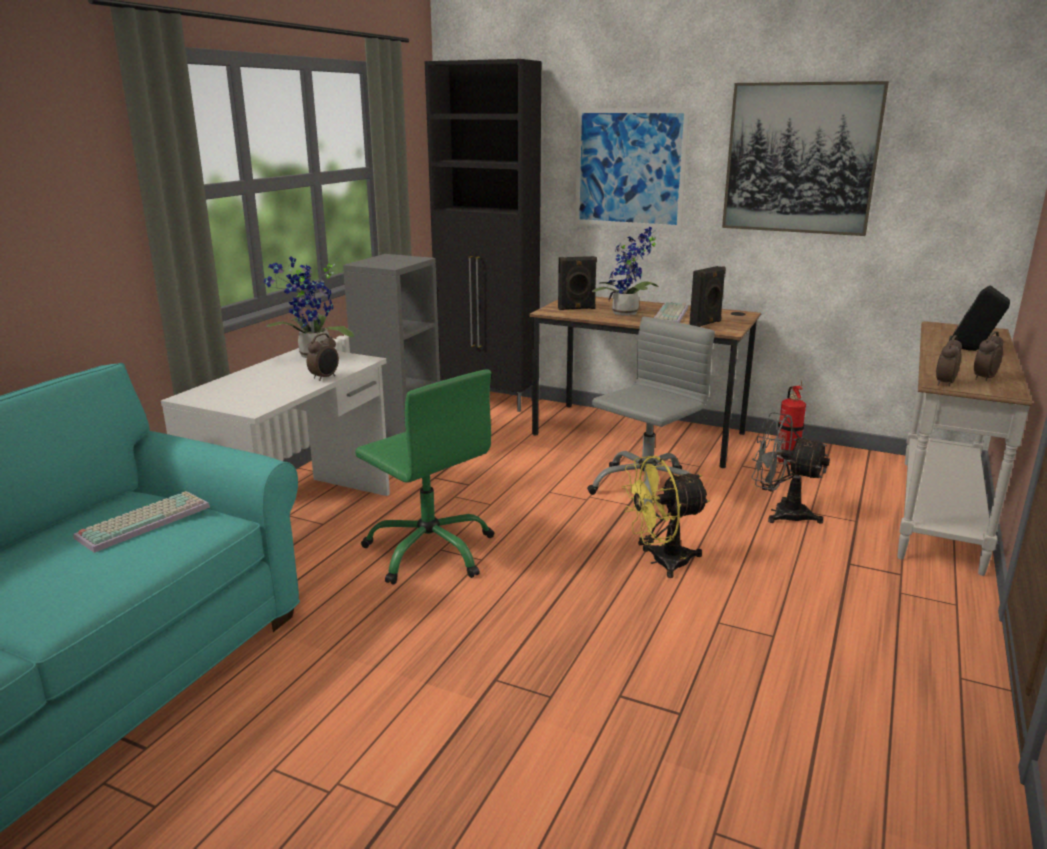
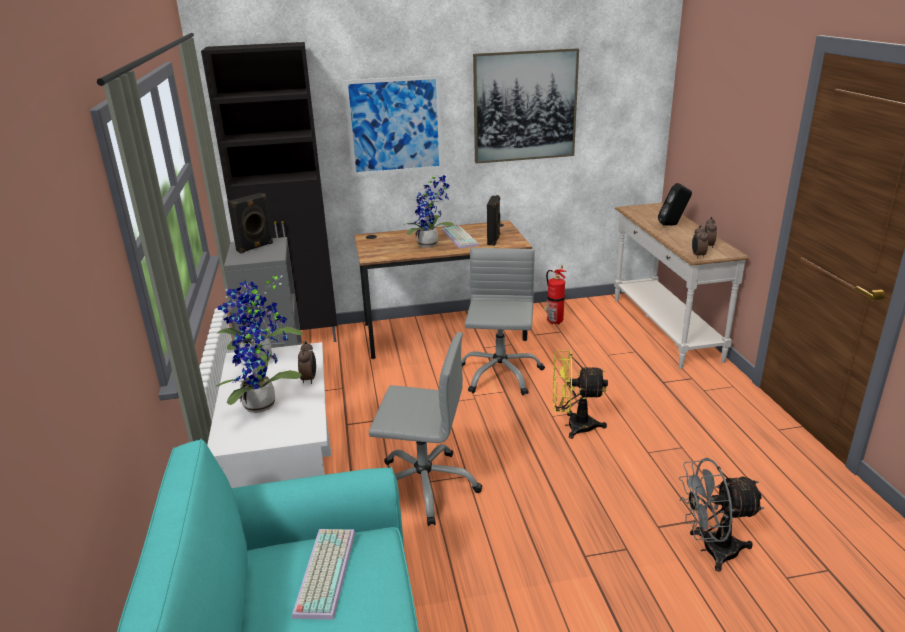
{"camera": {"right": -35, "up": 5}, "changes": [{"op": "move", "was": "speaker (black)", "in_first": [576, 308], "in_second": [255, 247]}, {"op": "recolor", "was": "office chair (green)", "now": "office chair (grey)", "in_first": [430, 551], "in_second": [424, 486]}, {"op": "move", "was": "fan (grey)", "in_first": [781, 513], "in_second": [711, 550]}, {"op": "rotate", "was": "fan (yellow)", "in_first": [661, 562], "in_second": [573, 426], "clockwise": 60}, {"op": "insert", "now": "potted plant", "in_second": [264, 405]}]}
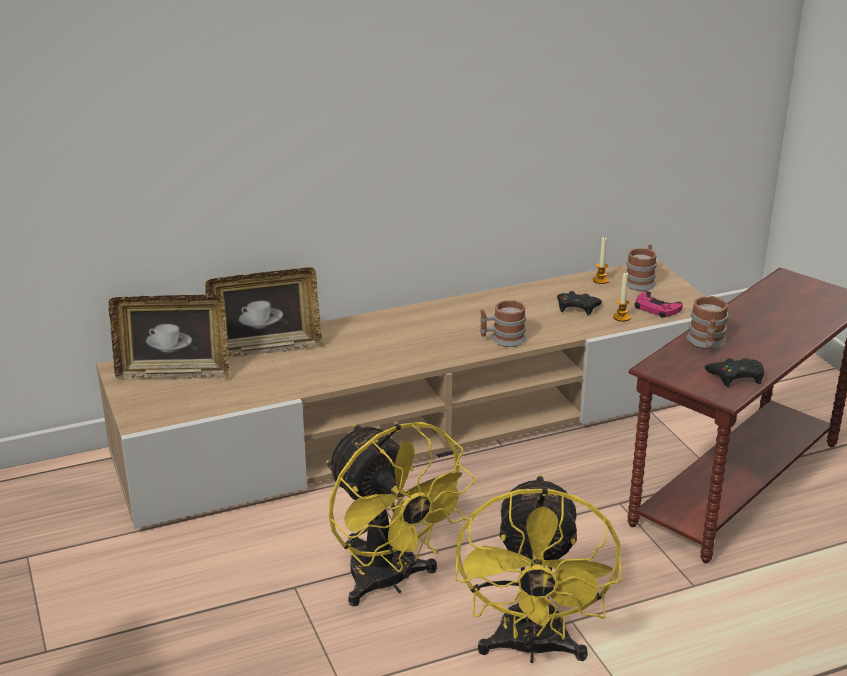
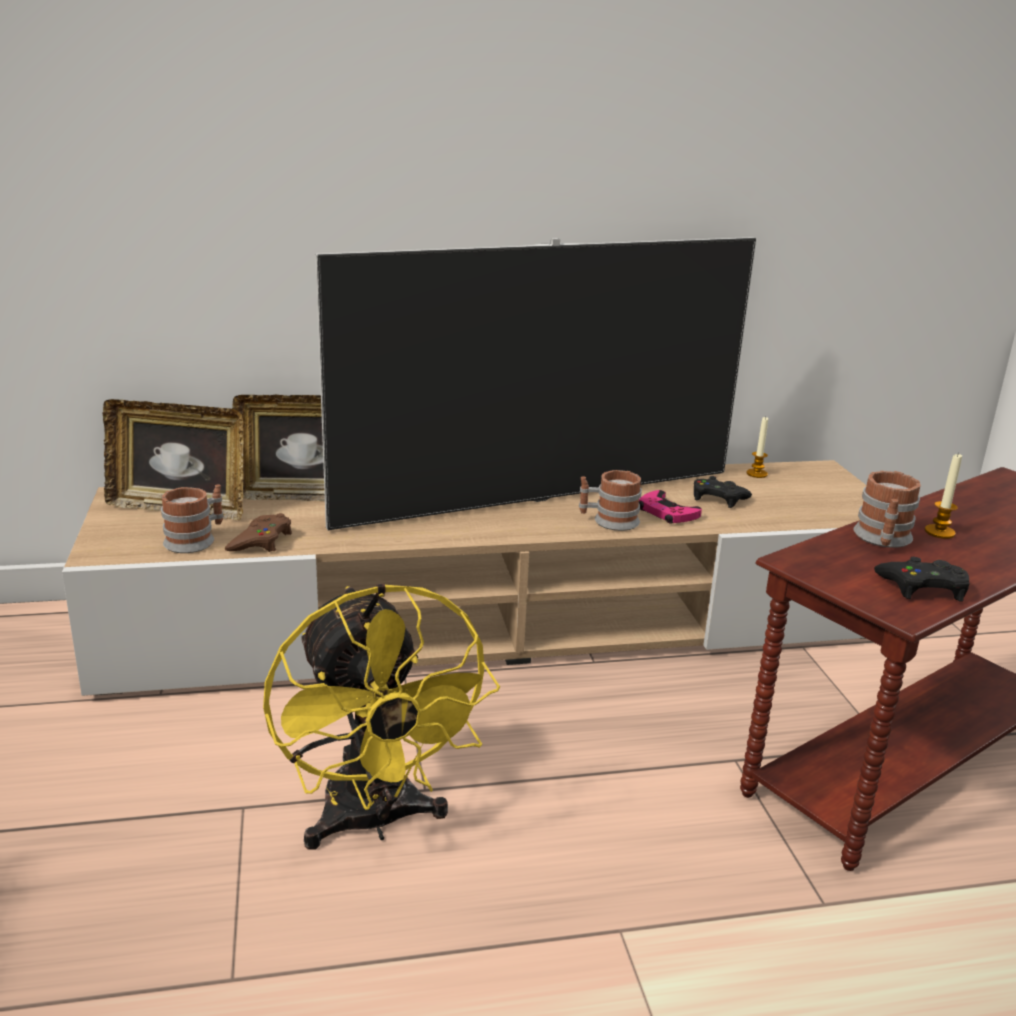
{"camera": {"right": 10, "up": -5}, "changes": [{"op": "move", "was": "mug", "in_first": [641, 281], "in_second": [196, 540]}, {"op": "move", "was": "candle", "in_first": [621, 317], "in_second": [939, 532]}, {"op": "move", "was": "game controller (pink)", "in_first": [656, 308], "in_second": [666, 513]}, {"op": "delete", "was": "fan (yellow)", "in_first": [532, 648]}, {"op": "insert", "now": "television", "in_second": [539, 499]}, {"op": "insert", "now": "game controller (brown)", "in_second": [261, 541]}]}
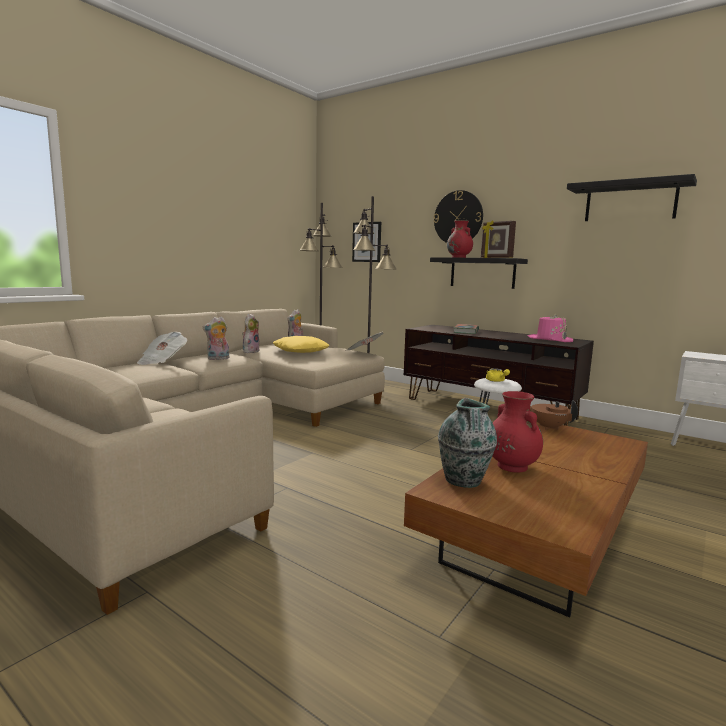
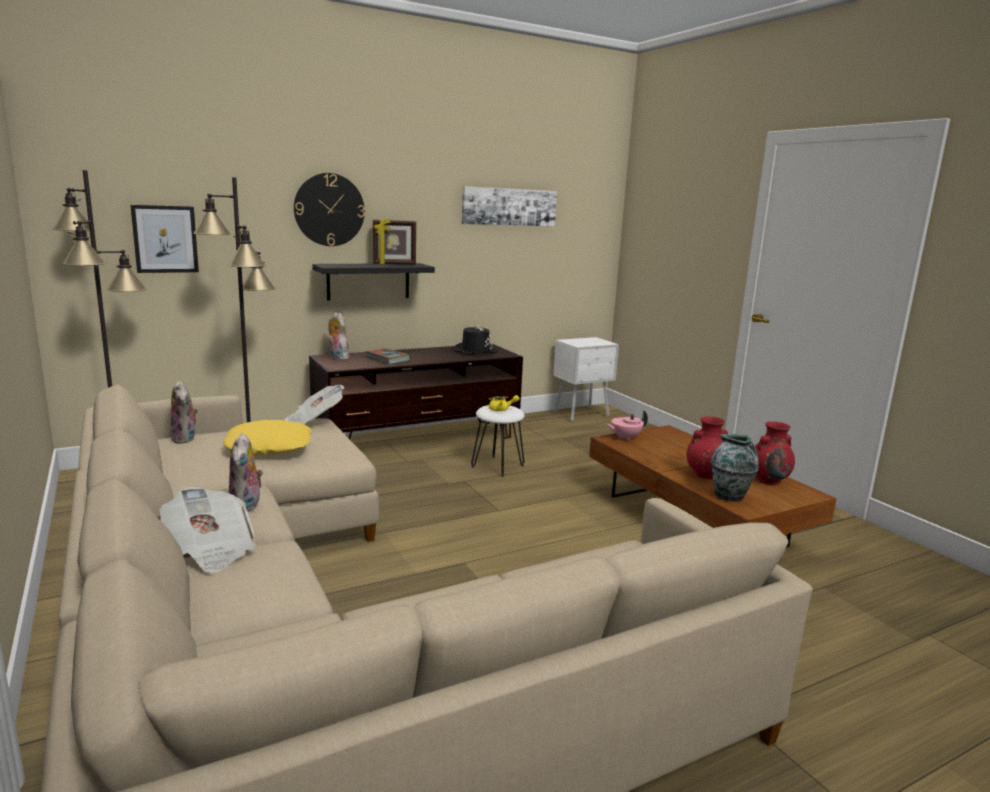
{"camera": {"right": -65, "up": 5}, "changes": [{"op": "replace", "was": "shelf (black)", "now": "picture", "in_first": [630, 202], "in_second": [509, 207]}, {"op": "move", "was": "vase (red)", "in_first": [459, 257], "in_second": [769, 480]}, {"op": "move", "was": "plush toy", "in_first": [250, 351], "in_second": [337, 357]}, {"op": "recolor", "was": "hat (pink)", "now": "hat (black)", "in_first": [550, 339], "in_second": [475, 351]}, {"op": "recolor", "was": "teapot (brown)", "now": "teapot (pink)", "in_first": [548, 427], "in_second": [625, 438]}]}
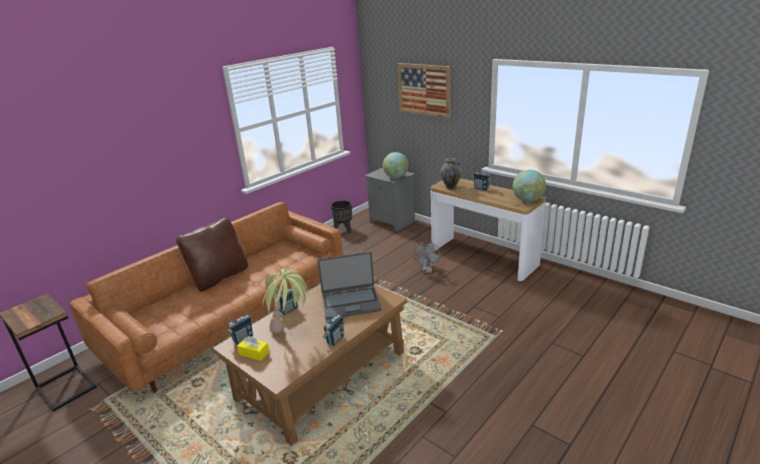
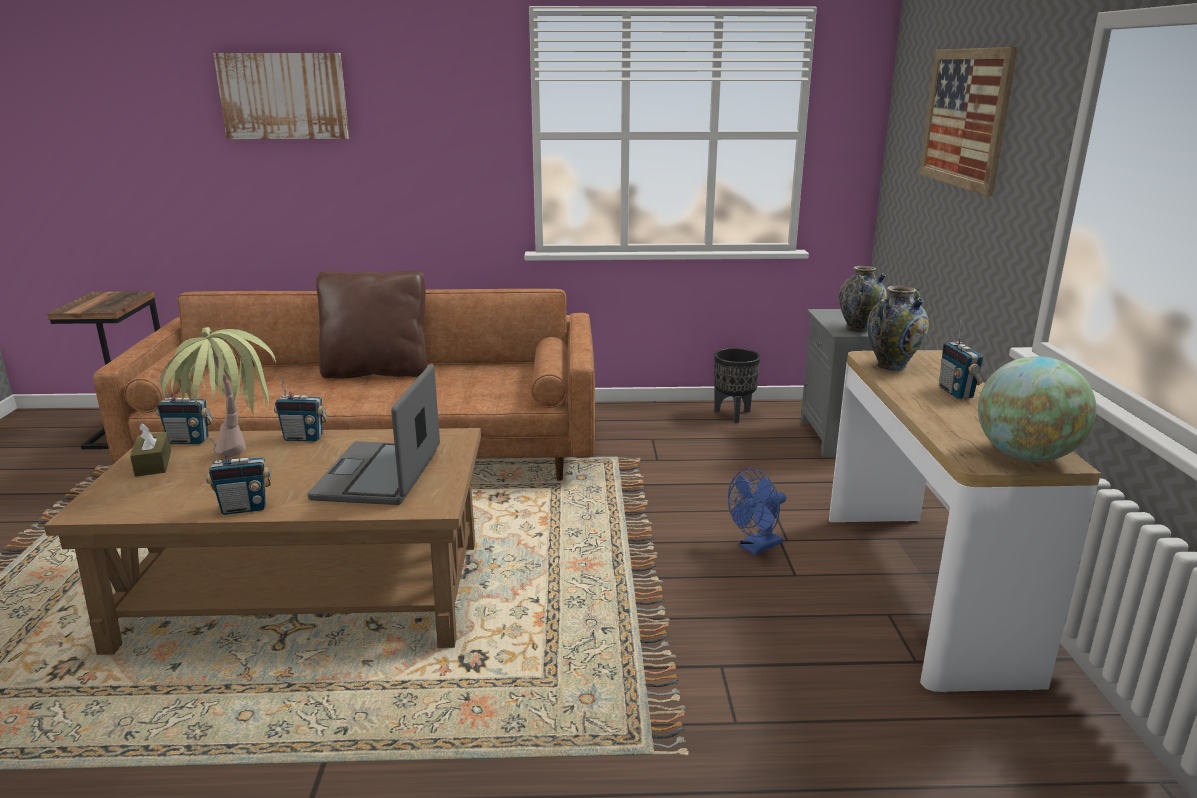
{"camera": {"right": 45, "up": -5}, "changes": [{"op": "replace", "was": "globe", "now": "vase", "in_first": [396, 177], "in_second": [858, 329]}, {"op": "recolor", "was": "fan (grey)", "now": "fan (blue)", "in_first": [427, 270], "in_second": [756, 547]}, {"op": "rotate", "was": "laptop", "in_first": [351, 303], "in_second": [380, 475], "clockwise": 60}, {"op": "recolor", "was": "tissue box (yellow)", "now": "tissue box (brown)", "in_first": [254, 353], "in_second": [153, 464]}, {"op": "insert", "now": "picture", "in_second": [284, 96]}]}
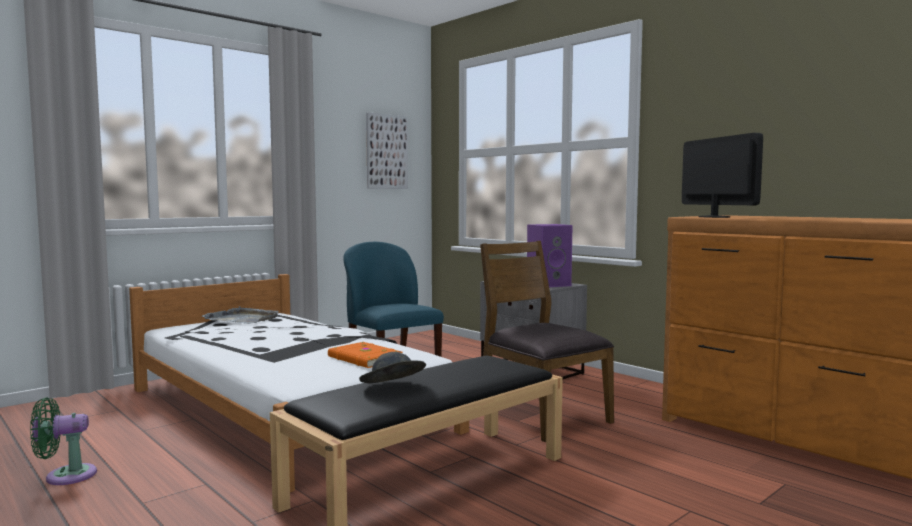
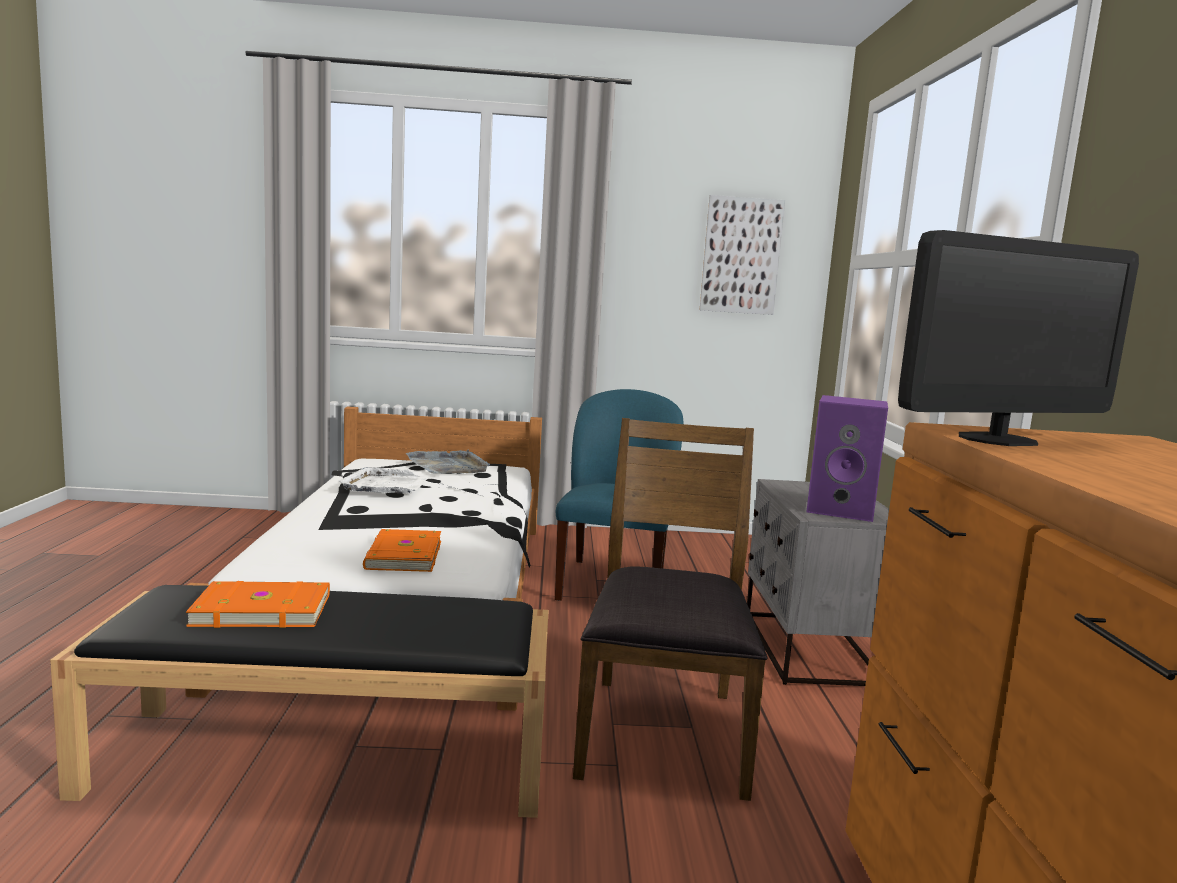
{"camera": {"right": 40, "up": 5}, "changes": [{"op": "rotate", "was": "monitor", "in_first": [714, 217], "in_second": [997, 439], "clockwise": 45}, {"op": "replace", "was": "hat (grey)", "now": "book (orange)", "in_first": [392, 389], "in_second": [261, 609]}, {"op": "delete", "was": "fan (green)", "in_first": [65, 476]}, {"op": "insert", "now": "tray (white)", "in_second": [386, 485]}]}
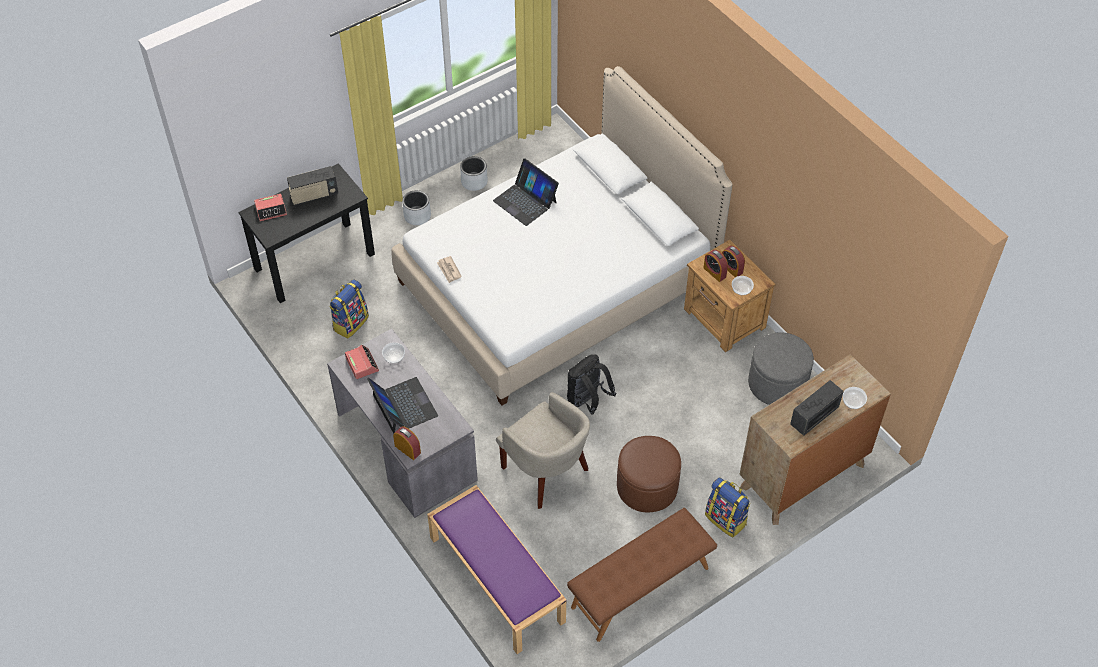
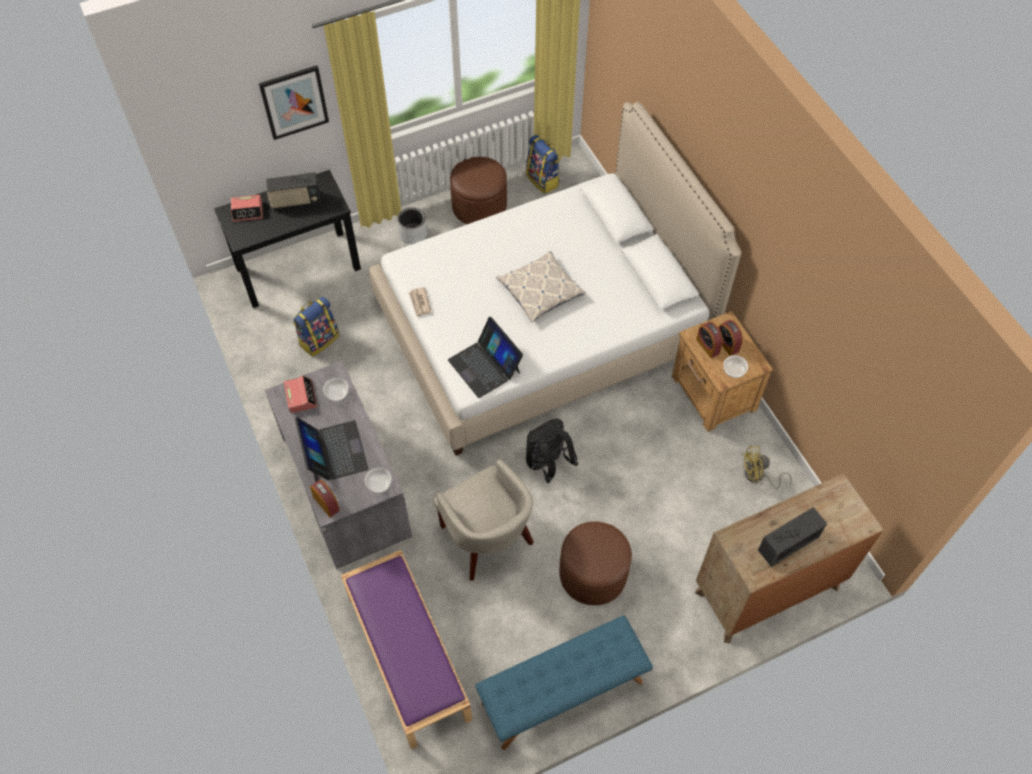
{"camera": {"right": 10, "up": 5}, "changes": [{"op": "replace", "was": "planter (grey)", "now": "ottoman (brown)", "in_first": [474, 182], "in_second": [479, 206]}, {"op": "move", "was": "laptop", "in_first": [525, 201], "in_second": [485, 366]}, {"op": "replace", "was": "ottoman (grey)", "now": "fan (yellow)", "in_first": [777, 383], "in_second": [758, 476]}, {"op": "move", "was": "bowl", "in_first": [852, 402], "in_second": [378, 484]}, {"op": "move", "was": "backpack", "in_first": [726, 519], "in_second": [543, 180]}, {"op": "recolor", "was": "bench (brown)", "now": "bench (blue)", "in_first": [640, 588], "in_second": [562, 693]}, {"op": "insert", "now": "picture", "in_second": [294, 102]}, {"op": "insert", "now": "pillow", "in_second": [540, 290]}]}
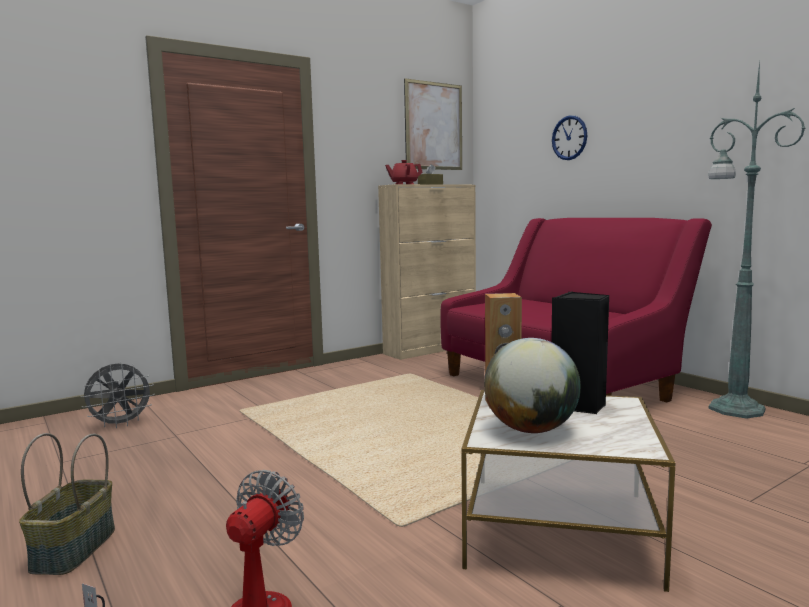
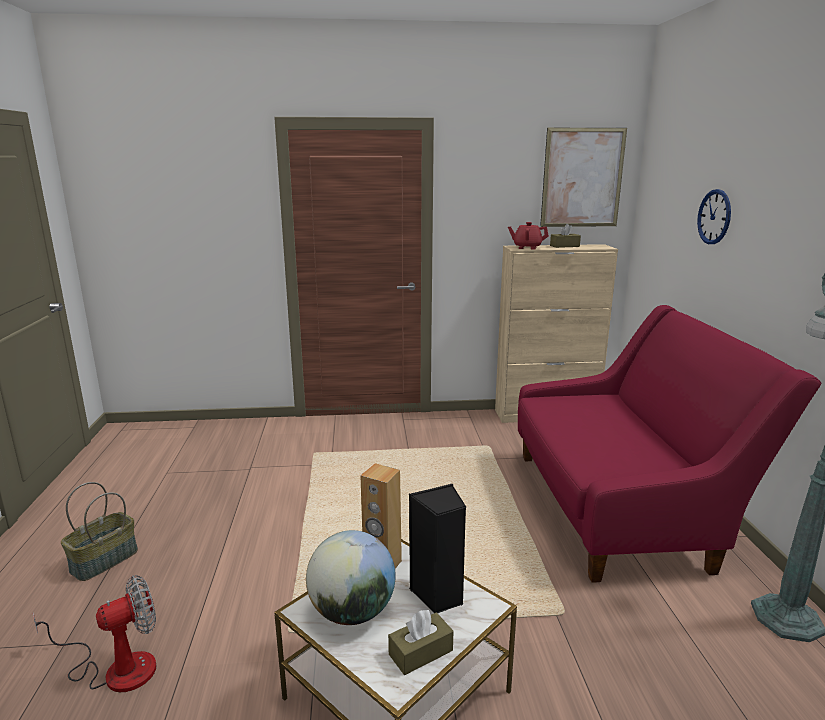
{"camera": {"right": 30, "up": 10}, "changes": [{"op": "delete", "was": "fan (grey)", "in_first": [120, 424]}, {"op": "insert", "now": "tissue box (brown)", "in_second": [420, 652]}]}
